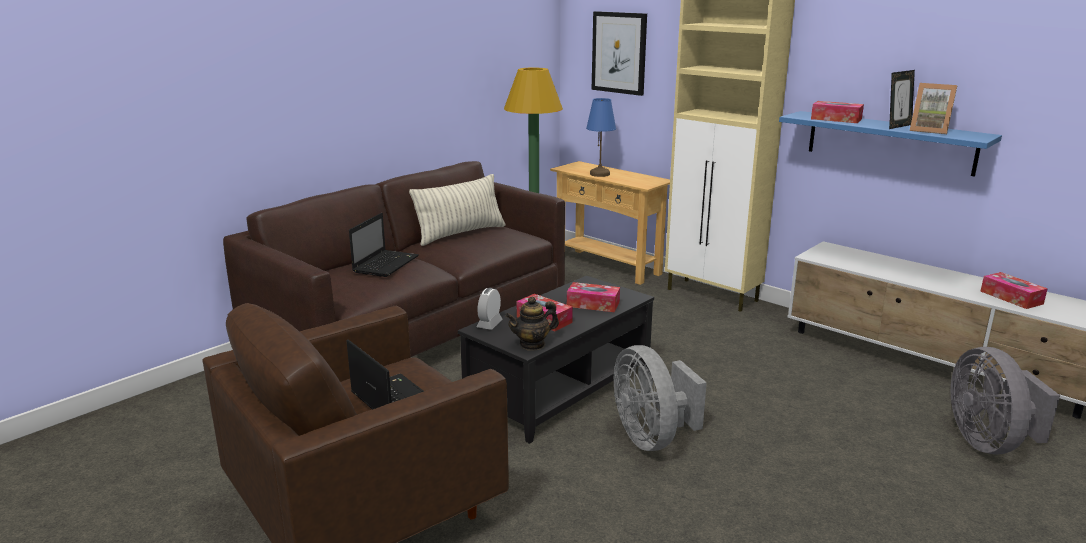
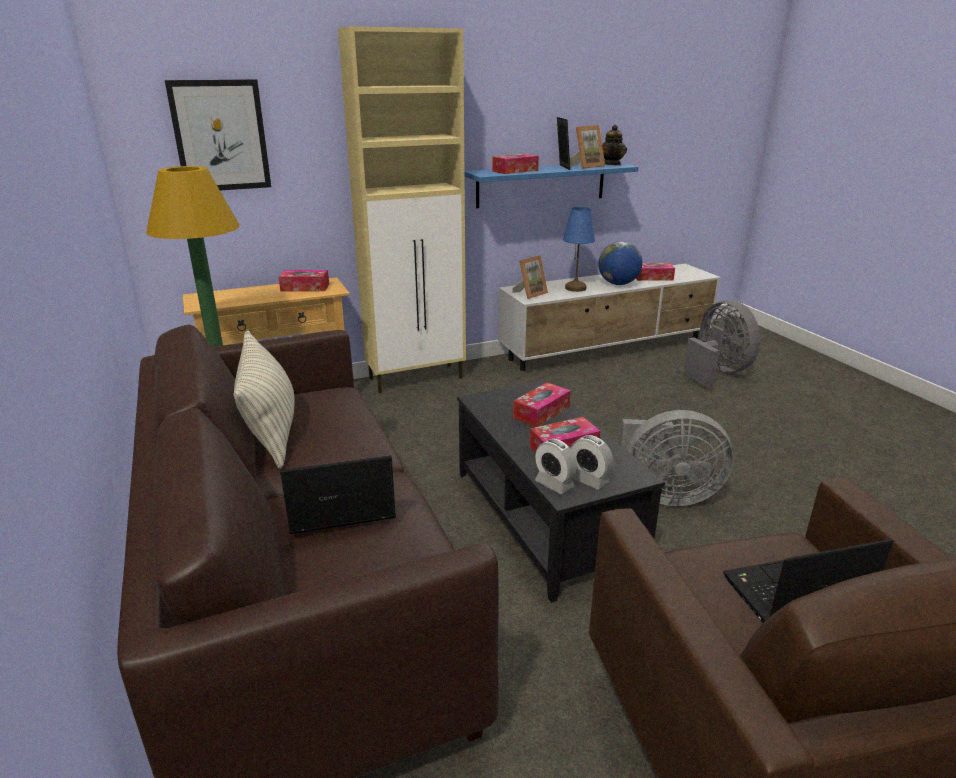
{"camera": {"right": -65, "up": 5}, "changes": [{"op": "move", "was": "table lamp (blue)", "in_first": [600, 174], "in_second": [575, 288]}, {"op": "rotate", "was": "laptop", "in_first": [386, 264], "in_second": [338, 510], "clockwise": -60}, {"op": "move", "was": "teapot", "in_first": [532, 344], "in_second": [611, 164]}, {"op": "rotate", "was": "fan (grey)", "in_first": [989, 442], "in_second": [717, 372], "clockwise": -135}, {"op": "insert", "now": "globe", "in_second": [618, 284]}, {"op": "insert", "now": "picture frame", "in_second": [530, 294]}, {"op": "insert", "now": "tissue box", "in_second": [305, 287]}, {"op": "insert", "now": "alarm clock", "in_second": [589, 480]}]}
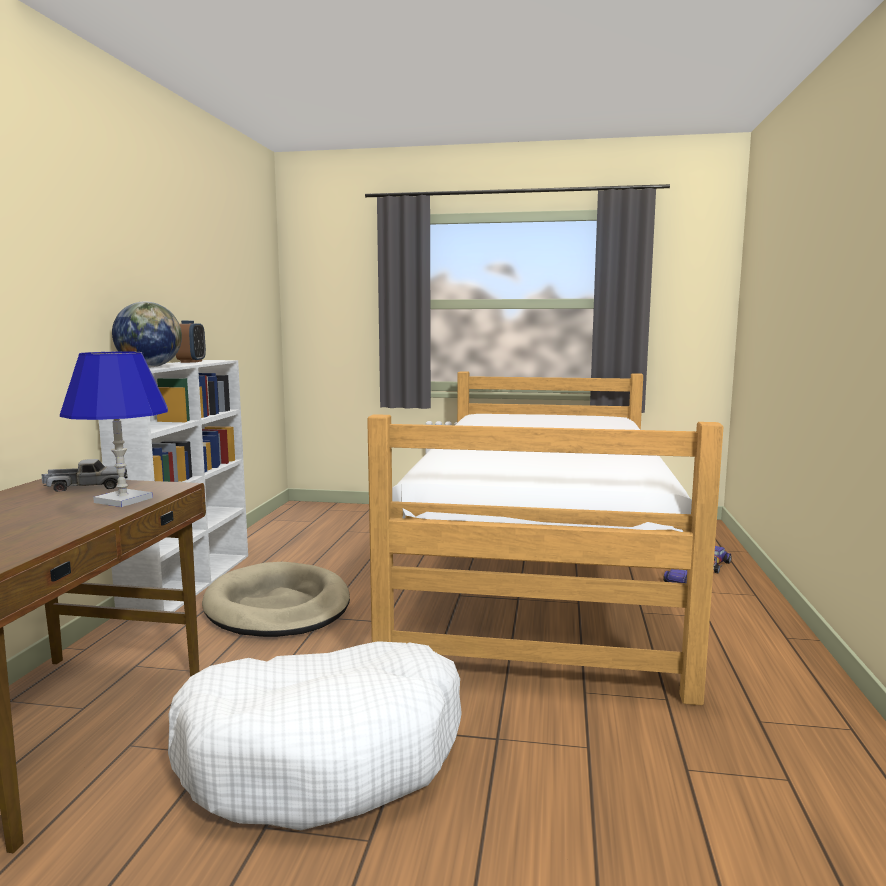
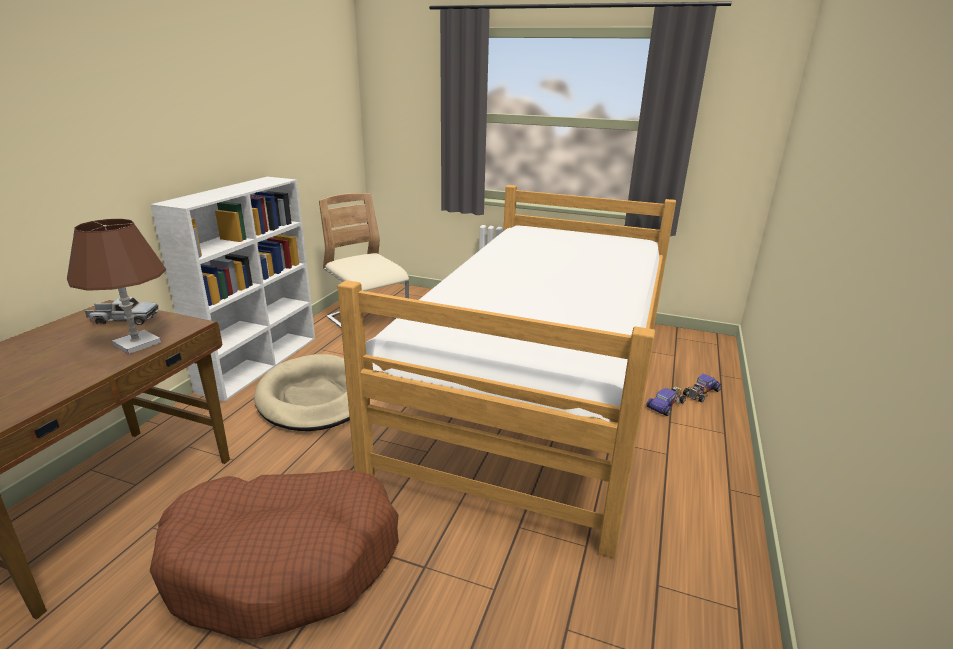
{"camera": {"right": 10, "up": 15}, "changes": [{"op": "delete", "was": "globe", "in_first": [150, 367]}, {"op": "delete", "was": "alarm clock", "in_first": [191, 361]}, {"op": "recolor", "was": "table lamp (blue)", "now": "table lamp (brown)", "in_first": [123, 500], "in_second": [136, 344]}, {"op": "recolor", "was": "dog bed (white)", "now": "dog bed (brown)", "in_first": [324, 754], "in_second": [285, 561]}, {"op": "insert", "now": "chair (beige)", "in_second": [368, 321]}]}
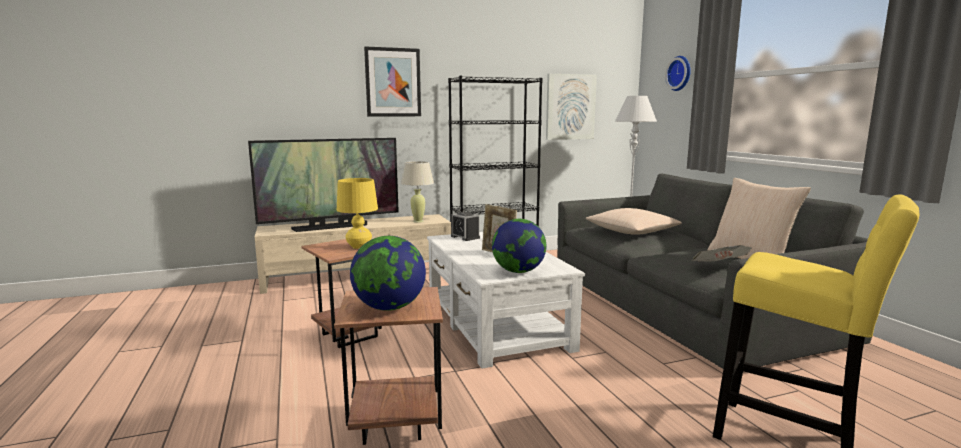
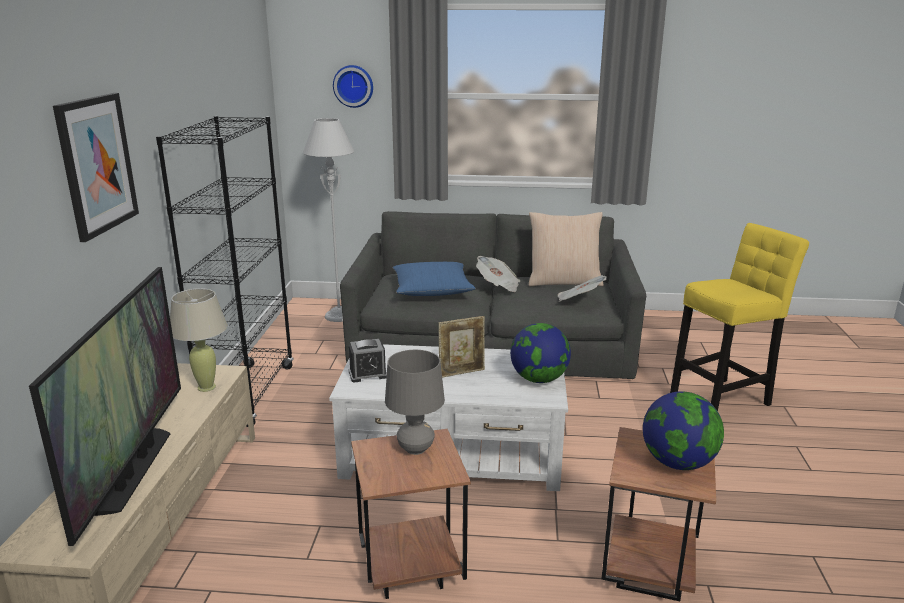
{"camera": {"right": -65, "up": 10}, "changes": [{"op": "delete", "was": "picture", "in_first": [570, 107]}, {"op": "recolor", "was": "table lamp (yellow)", "now": "table lamp (grey)", "in_first": [359, 247], "in_second": [415, 448]}, {"op": "recolor", "was": "pillow (beige)", "now": "pillow (blue)", "in_first": [632, 232], "in_second": [432, 290]}, {"op": "insert", "now": "newspaper", "in_second": [498, 285]}]}
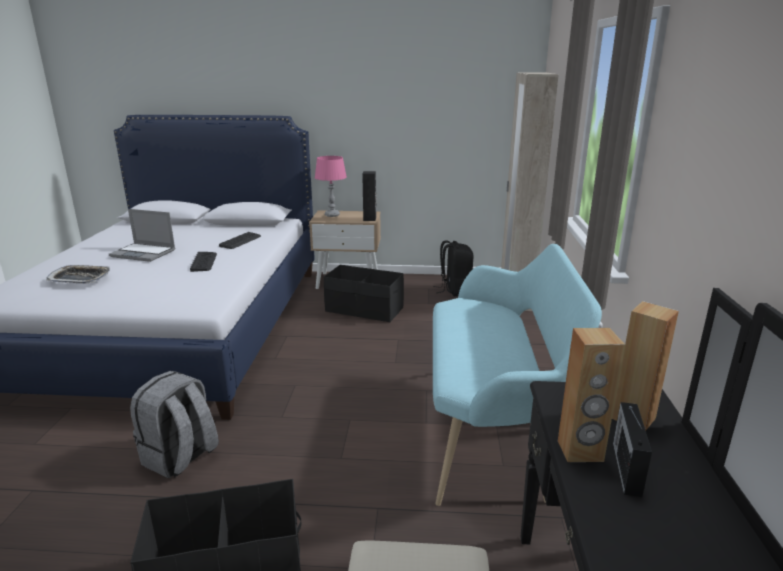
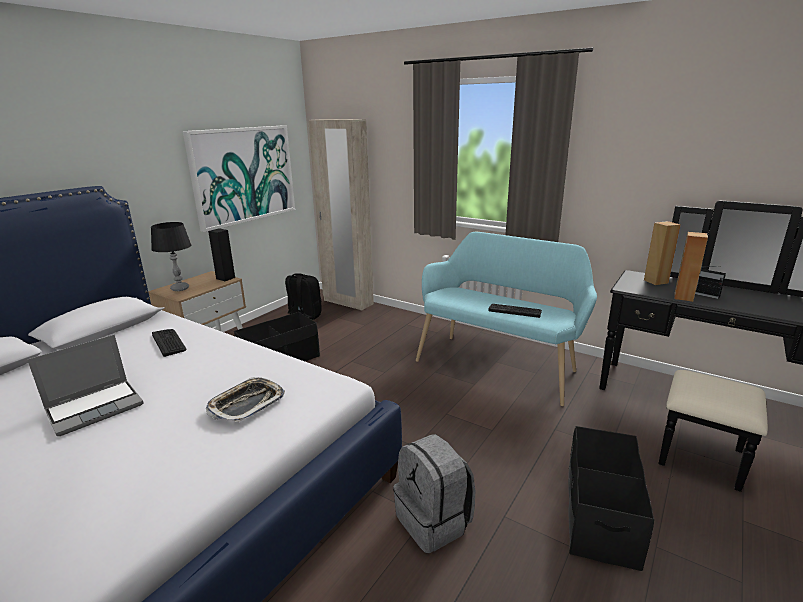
{"camera": {"right": -60, "up": 0}, "changes": [{"op": "recolor", "was": "table lamp (pink)", "now": "table lamp (black)", "in_first": [332, 215], "in_second": [180, 288]}, {"op": "move", "was": "keyboard", "in_first": [204, 262], "in_second": [515, 311]}, {"op": "move", "was": "tray", "in_first": [80, 278], "in_second": [247, 404]}, {"op": "insert", "now": "picture", "in_second": [244, 175]}]}
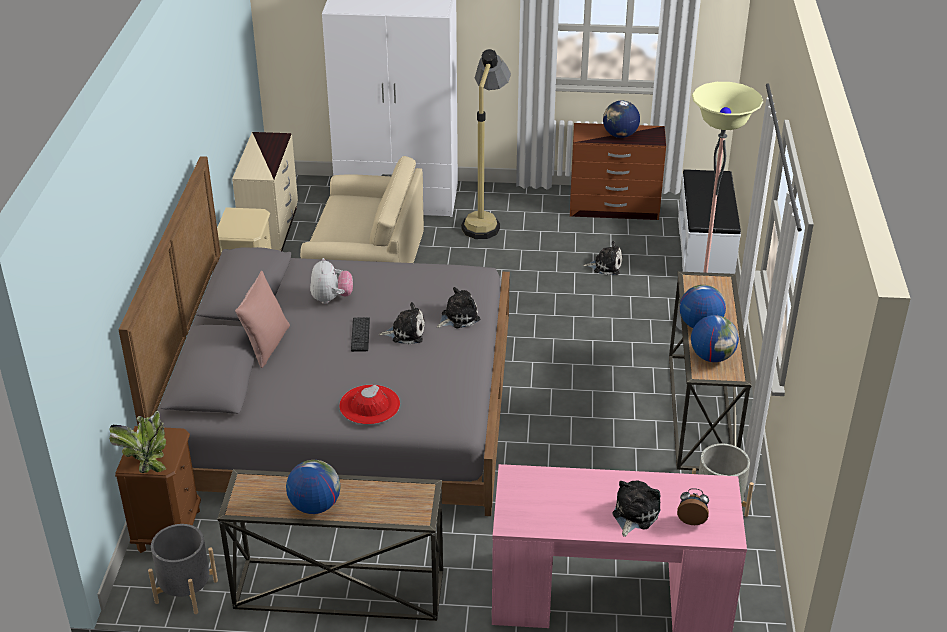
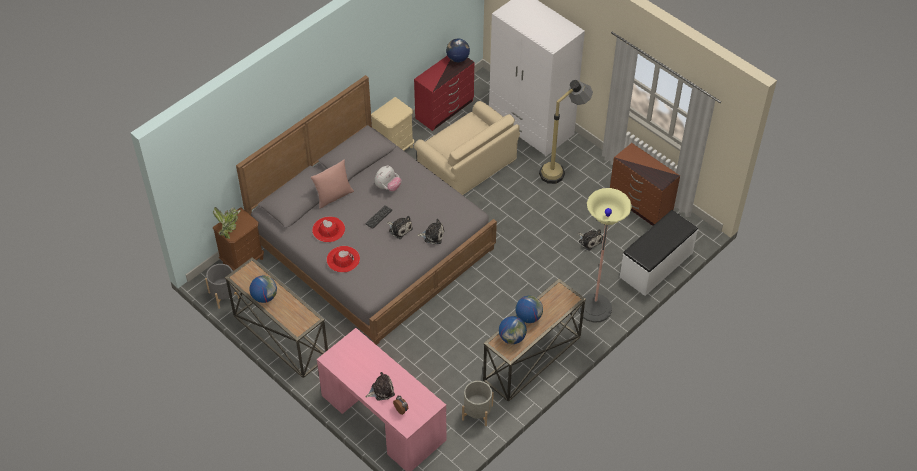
{"camera": {"right": 40, "up": 15}, "changes": [{"op": "move", "was": "globe", "in_first": [620, 135], "in_second": [457, 58]}, {"op": "recolor", "was": "dresser (beige)", "now": "dresser (red)", "in_first": [271, 230], "in_second": [445, 109]}, {"op": "insert", "now": "hat (red)", "in_second": [328, 229]}]}
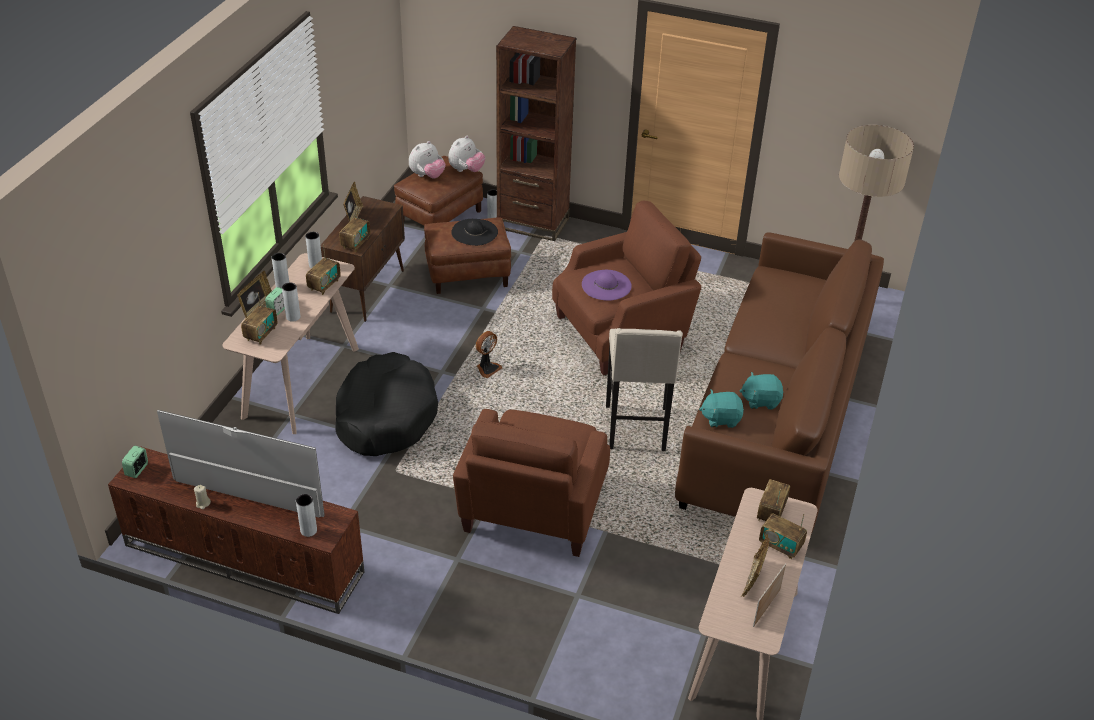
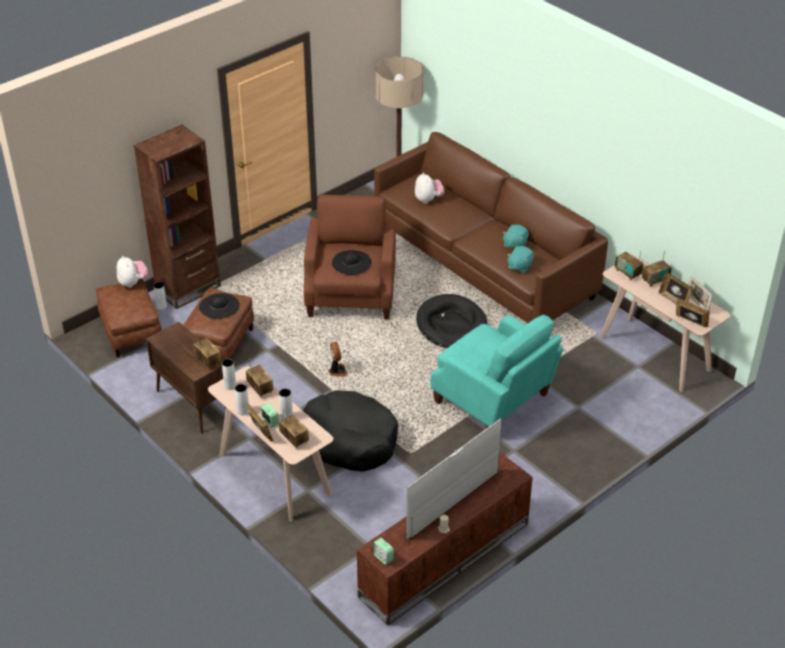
{"camera": {"right": -60, "up": 0}, "changes": [{"op": "move", "was": "plush toy", "in_first": [427, 176], "in_second": [428, 199]}, {"op": "move", "was": "picture frame", "in_first": [353, 217], "in_second": [690, 323]}, {"op": "recolor", "was": "hat (purple)", "now": "hat (black)", "in_first": [606, 285], "in_second": [351, 262]}, {"op": "replace", "was": "stool (beige)", "now": "dog bed (black)", "in_first": [637, 430], "in_second": [451, 325]}, {"op": "recolor", "was": "armchair (brown)", "now": "armchair (turquoise)", "in_first": [532, 511], "in_second": [494, 400]}, {"op": "delete", "was": "vase (grey)", "in_first": [308, 530]}]}
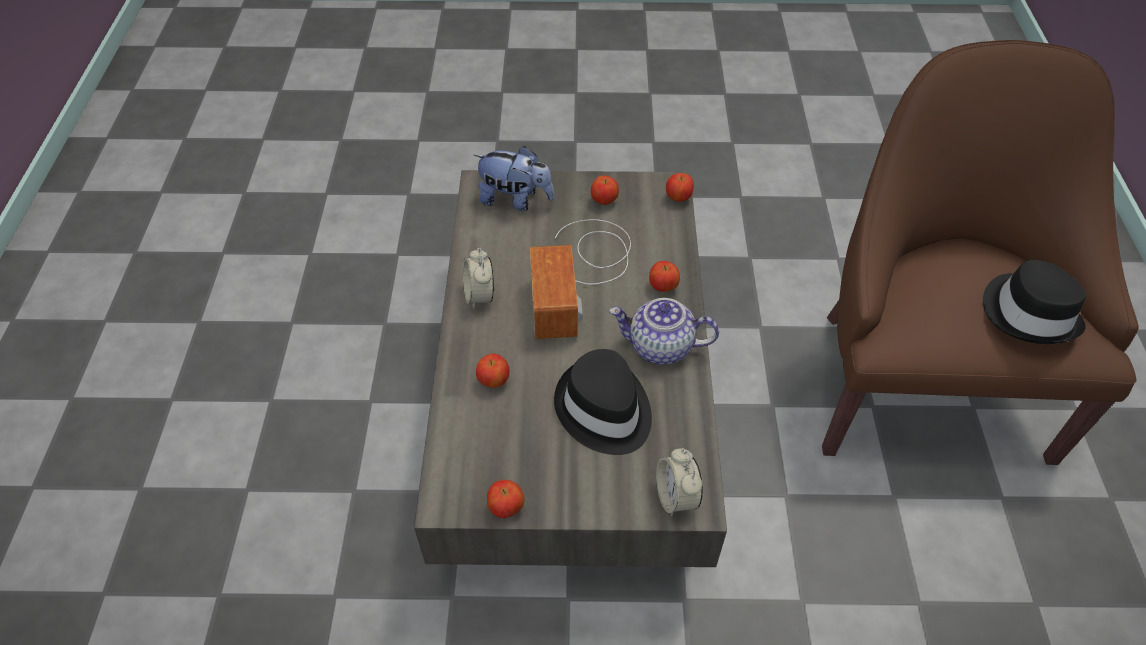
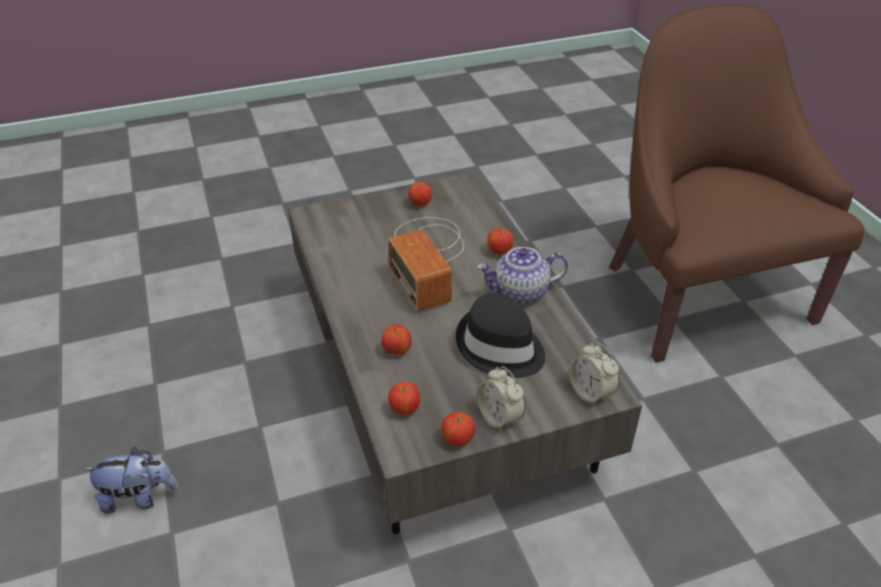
{"camera": {"right": -20, "up": -10}, "changes": [{"op": "move", "was": "plush toy", "in_first": [515, 200], "in_second": [139, 497]}, {"op": "move", "was": "apple", "in_first": [678, 198], "in_second": [404, 409]}, {"op": "move", "was": "alarm clock", "in_first": [480, 296], "in_second": [499, 417]}, {"op": "delete", "was": "hat (black)", "in_first": [1029, 313]}]}
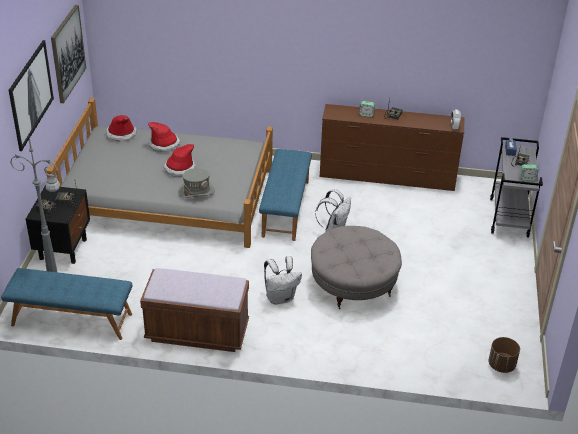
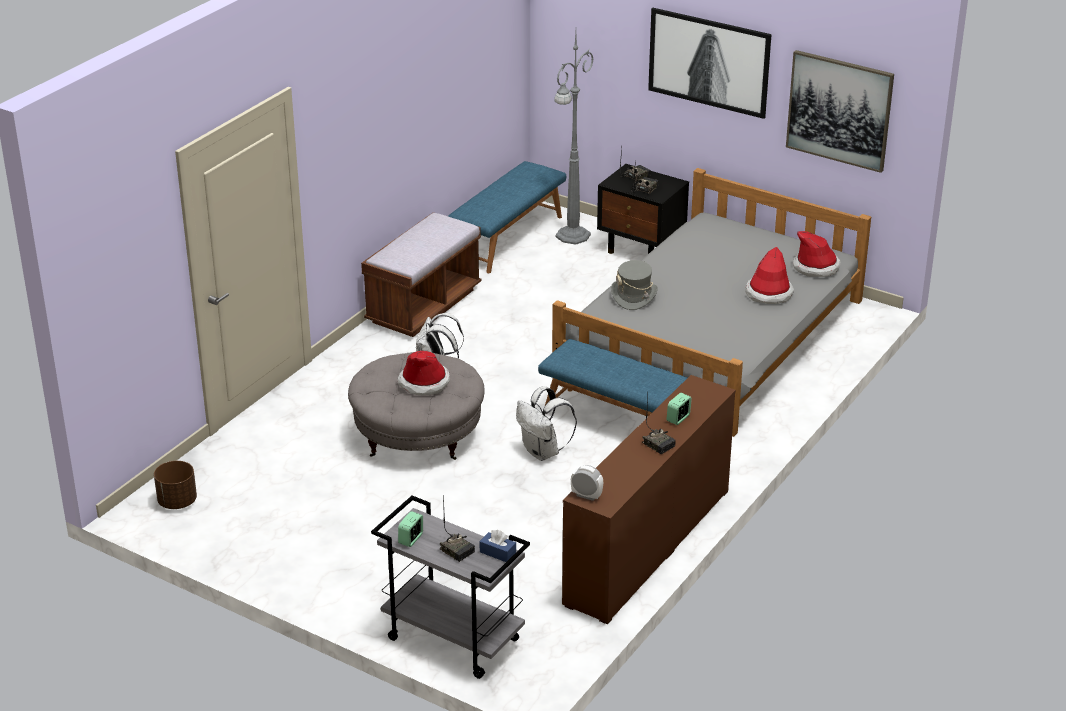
{"camera": {"right": 115, "up": -5}, "changes": [{"op": "move", "was": "hat", "in_first": [180, 168], "in_second": [424, 382]}]}
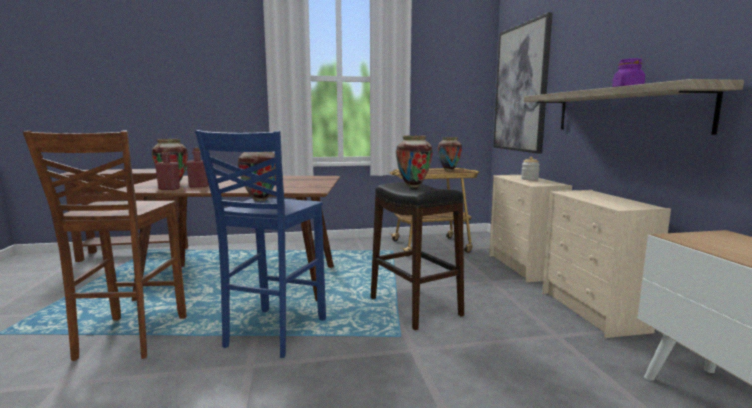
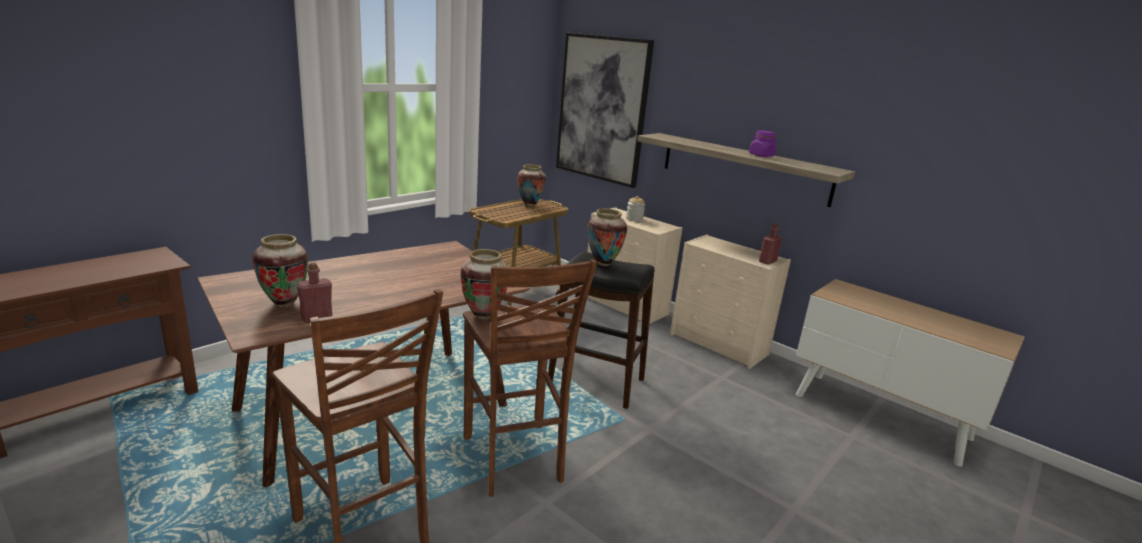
{"camera": {"right": -40, "up": 10}, "changes": [{"op": "recolor", "was": "stool (blue)", "now": "stool (brown)", "in_first": [273, 333], "in_second": [514, 460]}, {"op": "move", "was": "bottle (red)", "in_first": [199, 186], "in_second": [767, 262]}]}
